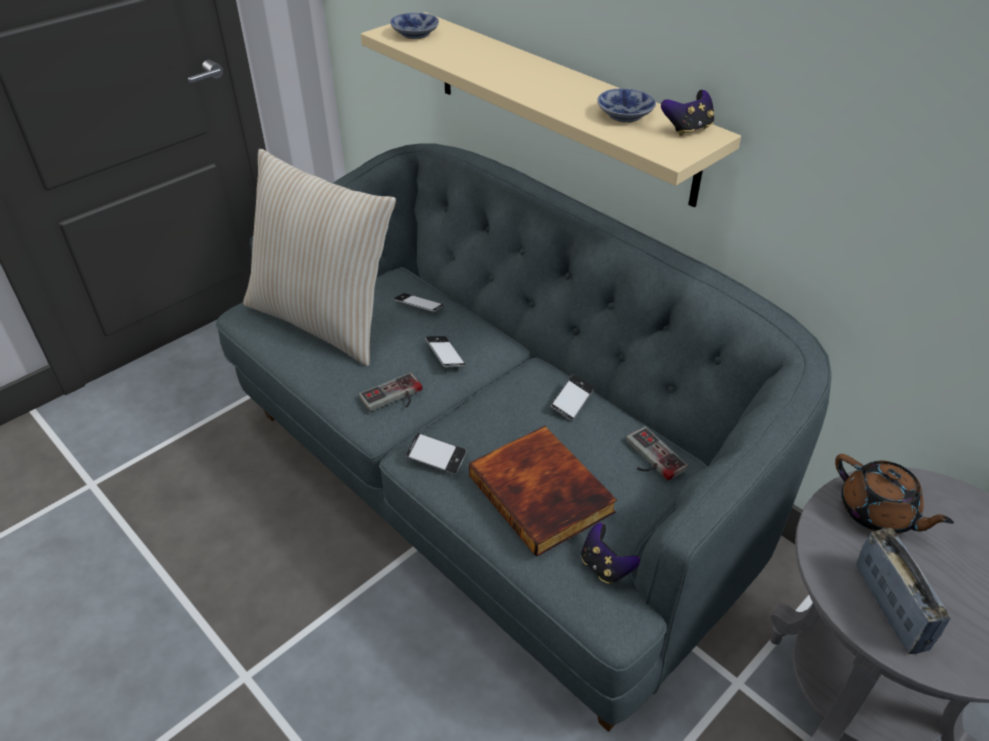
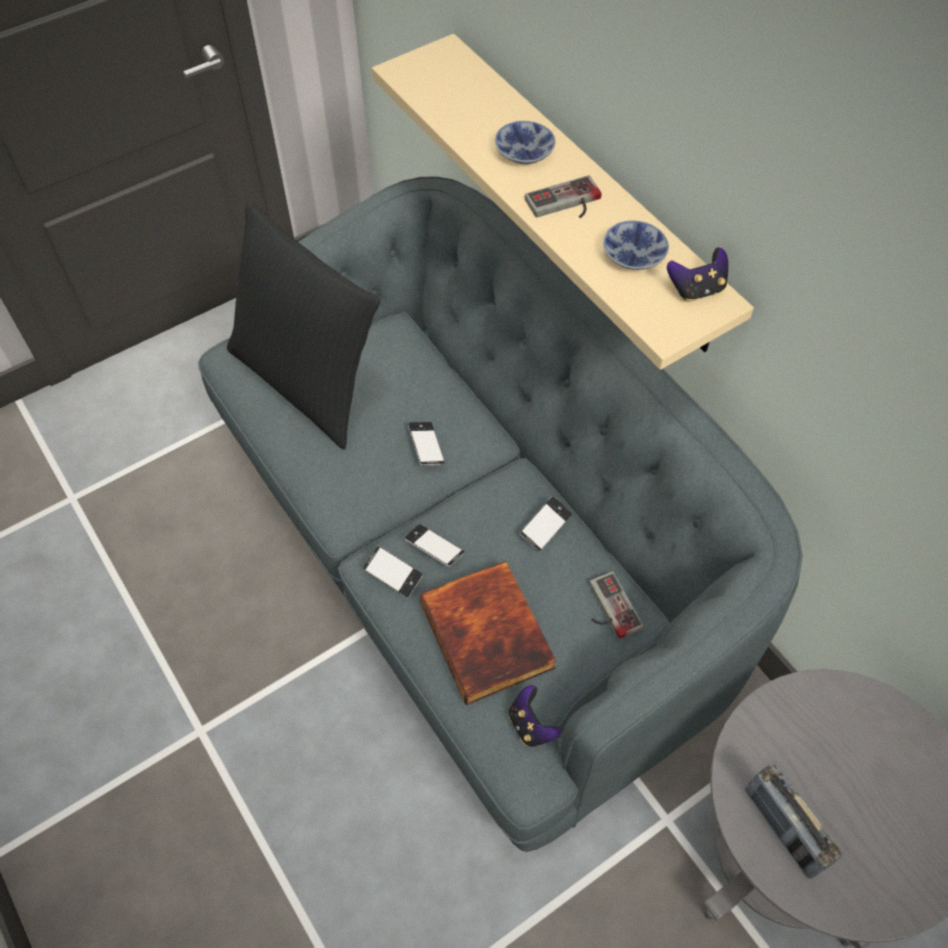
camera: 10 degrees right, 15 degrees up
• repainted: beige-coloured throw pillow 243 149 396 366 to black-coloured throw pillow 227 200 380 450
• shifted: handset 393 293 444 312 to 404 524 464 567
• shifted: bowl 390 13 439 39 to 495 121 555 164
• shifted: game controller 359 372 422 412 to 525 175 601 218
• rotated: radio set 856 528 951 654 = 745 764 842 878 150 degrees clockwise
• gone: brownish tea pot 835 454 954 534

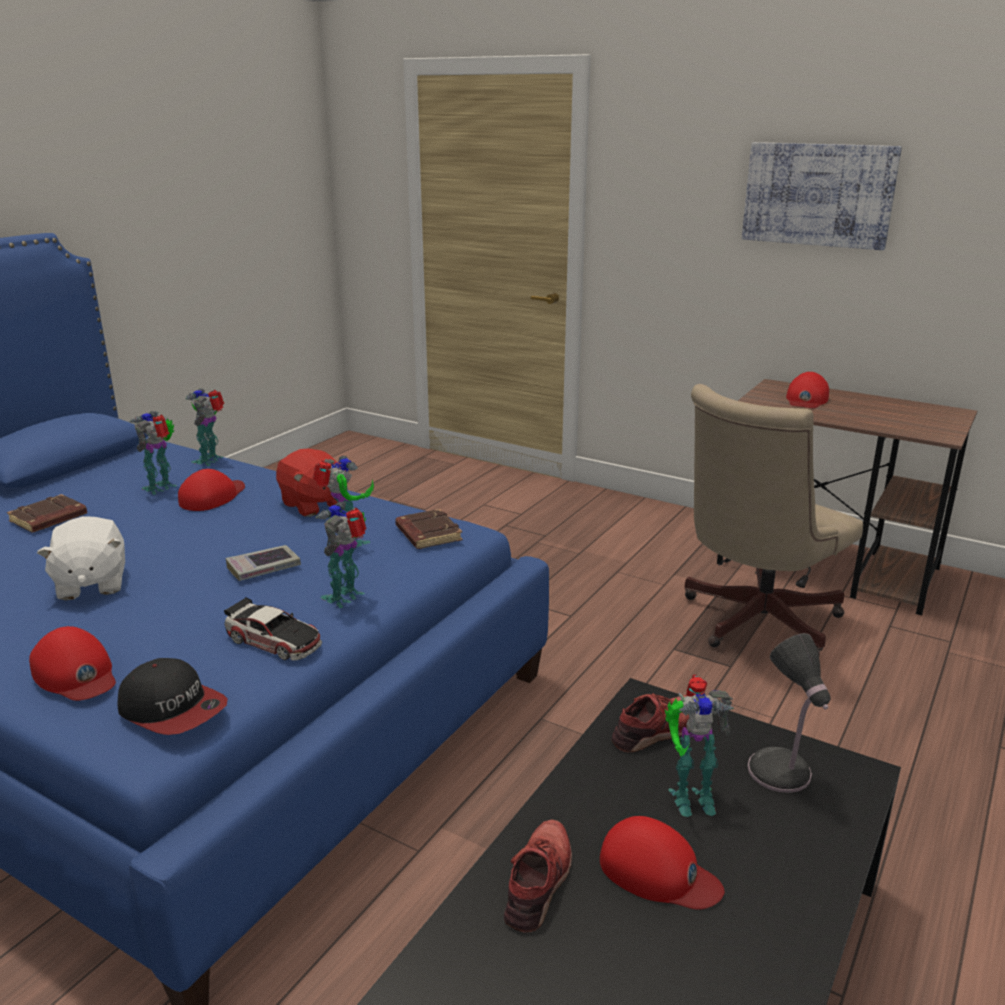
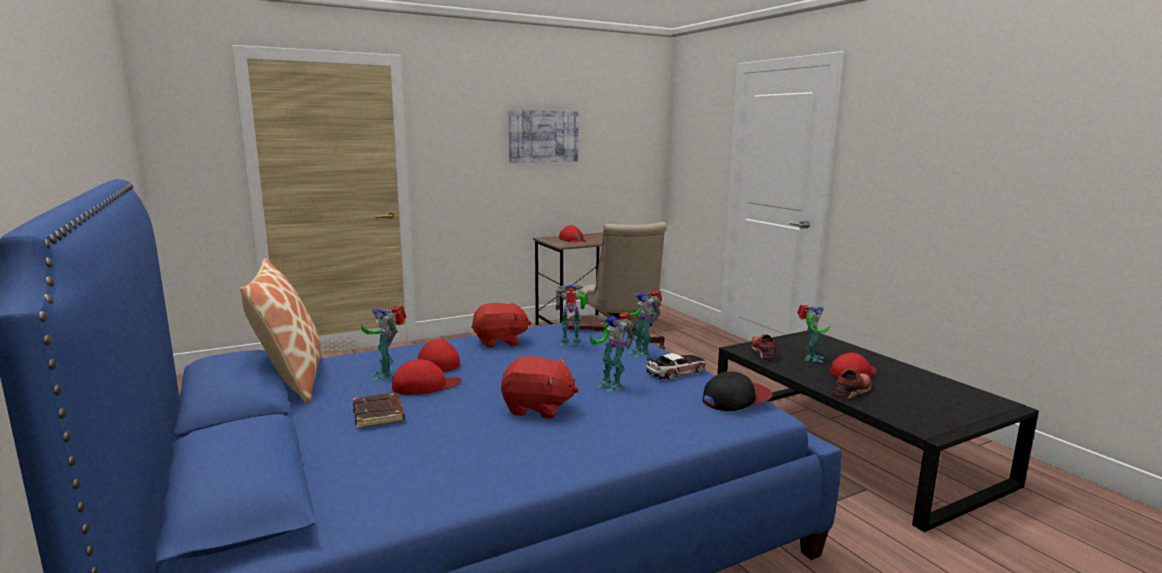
camera: 60 degrees left, 10 degrees down
• new: throw pillow 240 258 321 403
• shifted: red-coloured baseball cap 29 626 116 701 to 392 359 461 395
• repainted: whitish soft toy 37 516 125 600 to red-coloured soft toy 501 356 578 418
• shifted: robot figure 185 388 224 466 to 590 312 635 392
• rotated: red-coloured item of footwear 504 819 572 933 = 833 369 871 400 90 degrees clockwise
• gone: bound book 225 545 301 581
• gone: table lamp 747 633 831 793

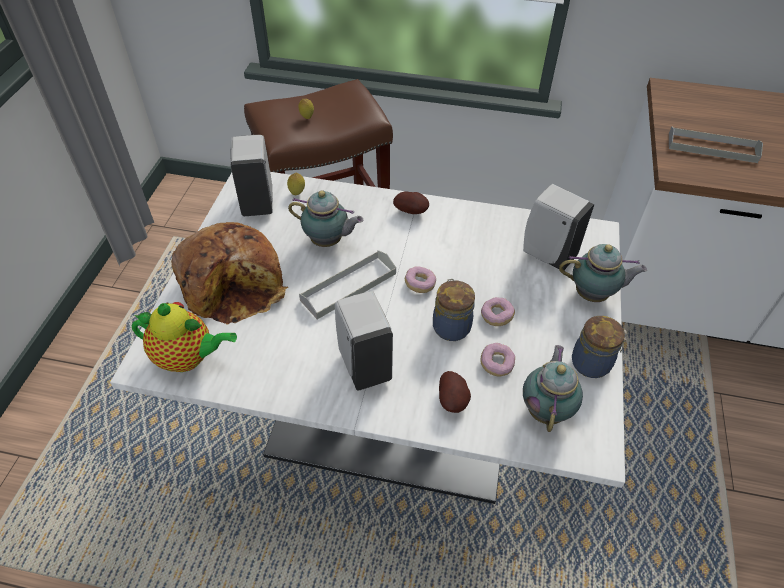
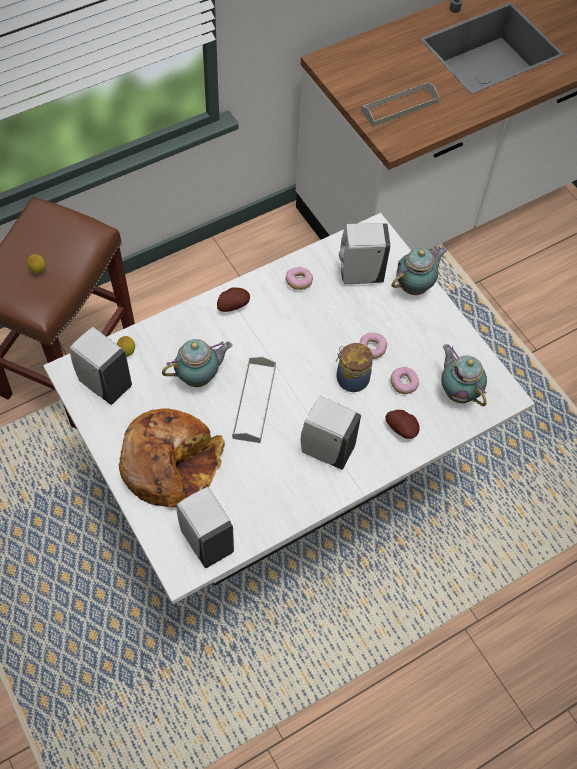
camera: 45 degrees left, 10 degrees up
• swapped: tea pot 132 302 237 372 to whitish soap dispenser 177 487 234 568
• shifted: donut 405 266 436 293 to 286 267 313 290
• gone: preserve jar 572 316 629 378

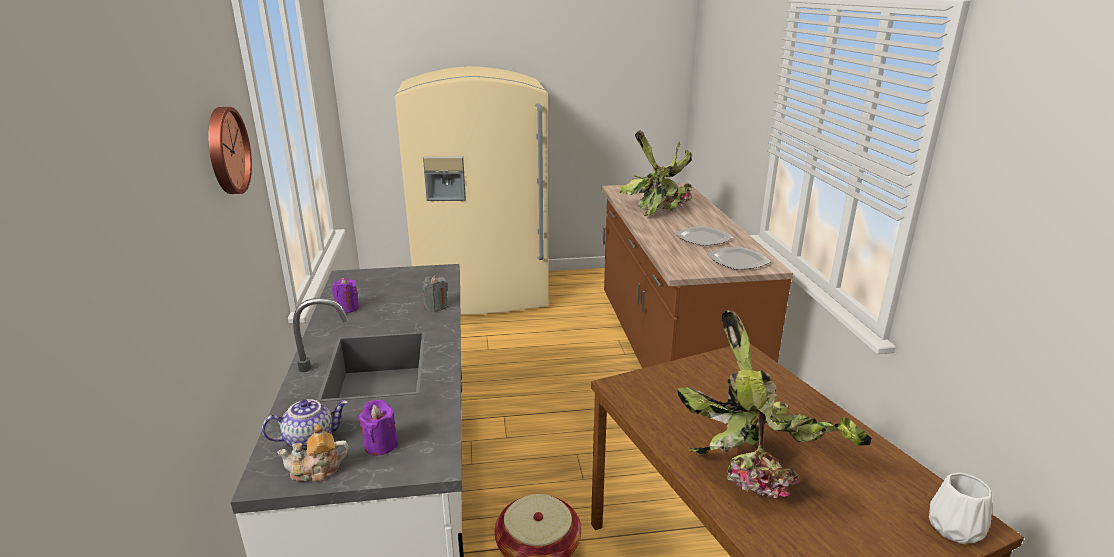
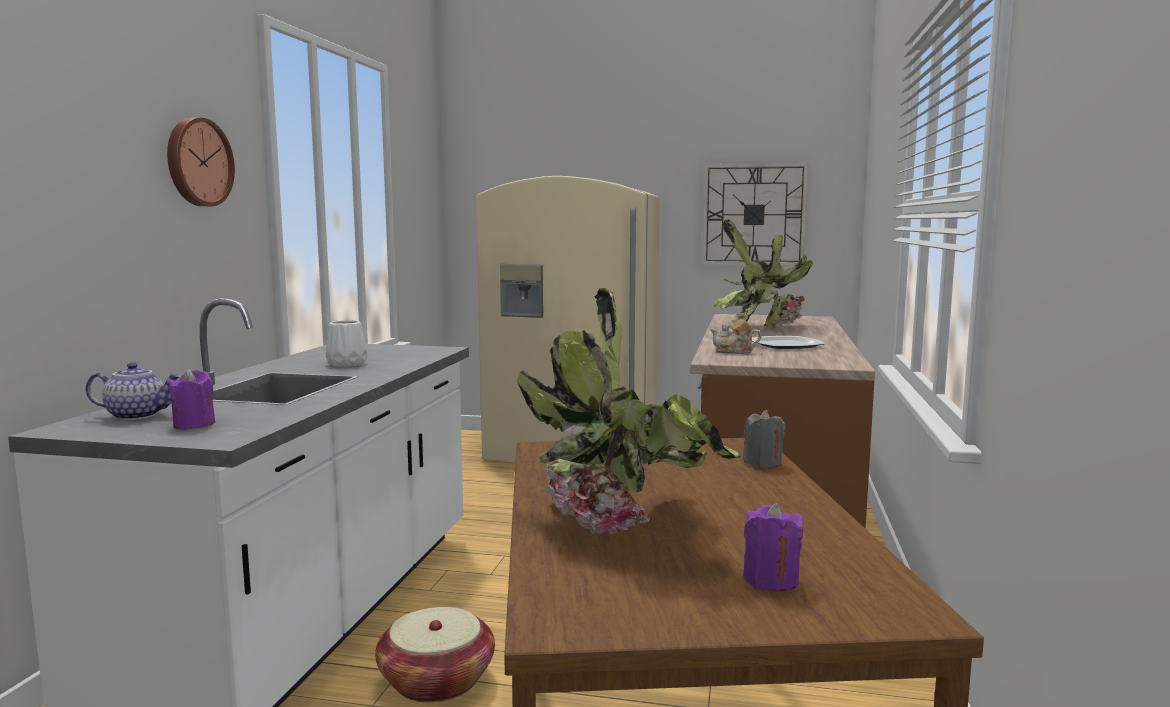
camera: 20 degrees right, 15 degrees down
• shifted: whitish flower vase 929 473 992 544 to 326 320 368 367
• new: wall clock 702 163 808 266
• shifted: tea pot 277 424 349 482 to 710 312 762 354
• shifted: greyish wax light 423 275 448 311 to 743 410 785 468
• shifted: purplish wax light 332 278 359 313 to 743 503 804 592
• gone: flat dish 708 247 771 270

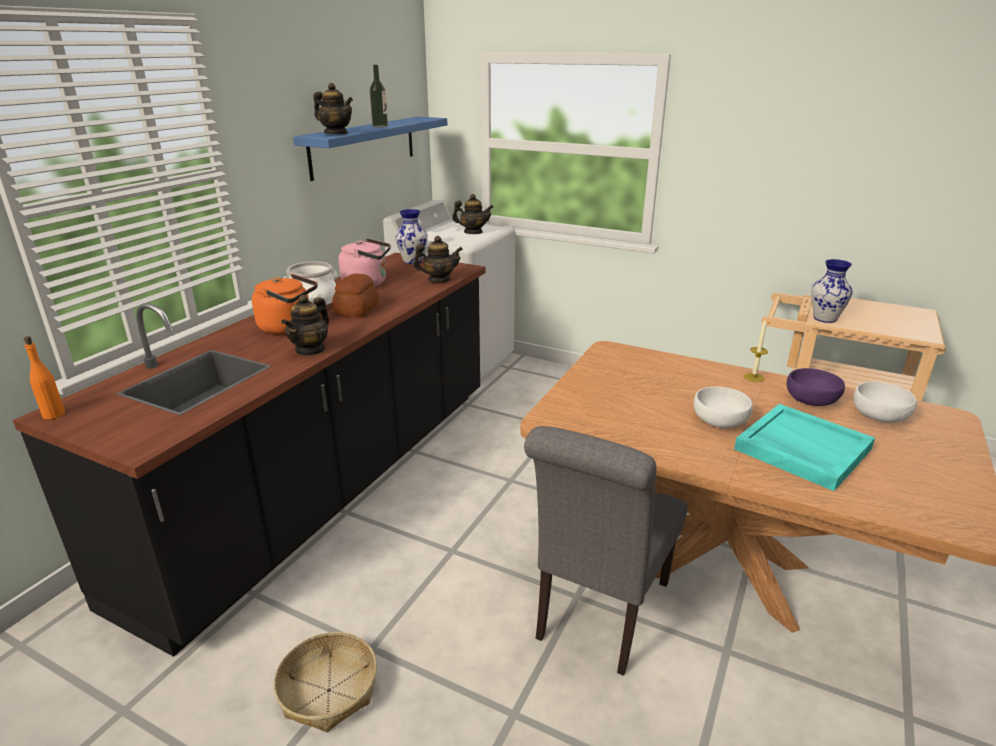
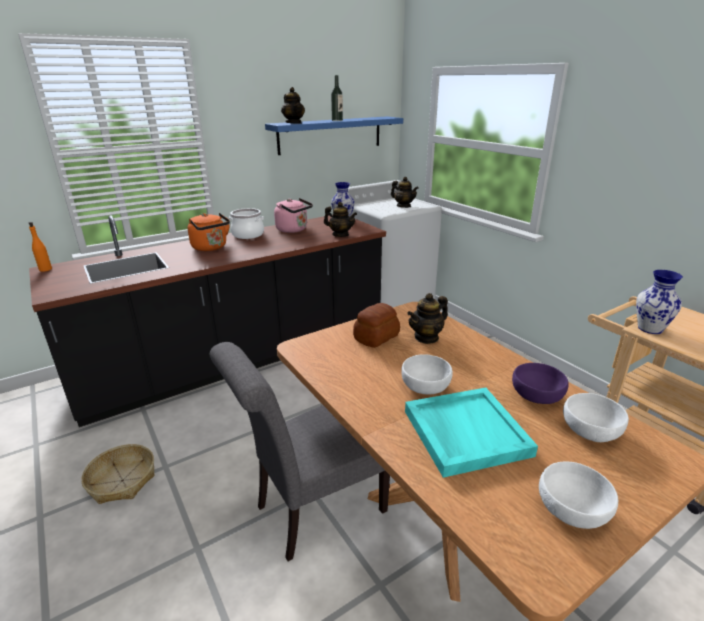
camera: 30 degrees right, 0 degrees up
• shifted: bread 332 273 379 317 to 353 303 400 348
• shifted: tea pot 281 295 329 356 to 407 293 448 344
• new: whitish bowl 539 461 618 529
• gone: wax light 744 320 768 382

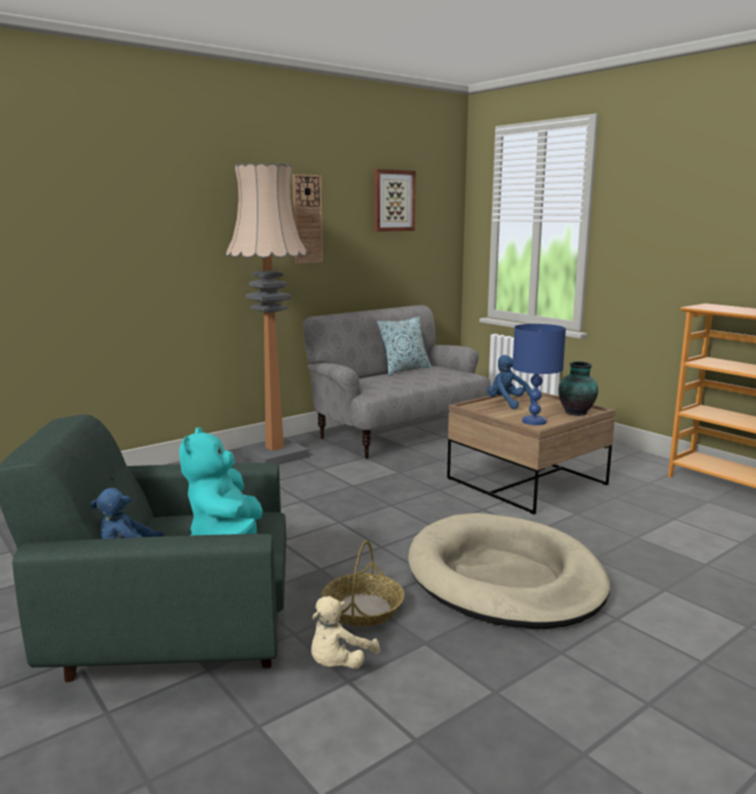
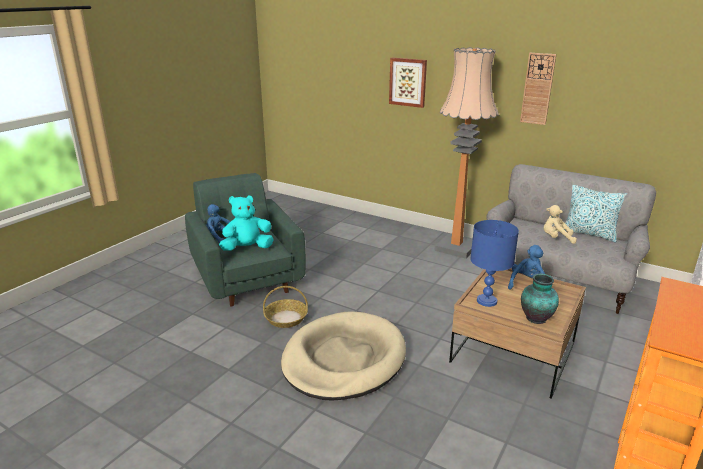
camera: 70 degrees right, 10 degrees up
• shifted: picture 374 169 416 232 to 389 58 427 108
• shifted: beige-coloured soft toy 311 596 380 669 to 544 205 577 244

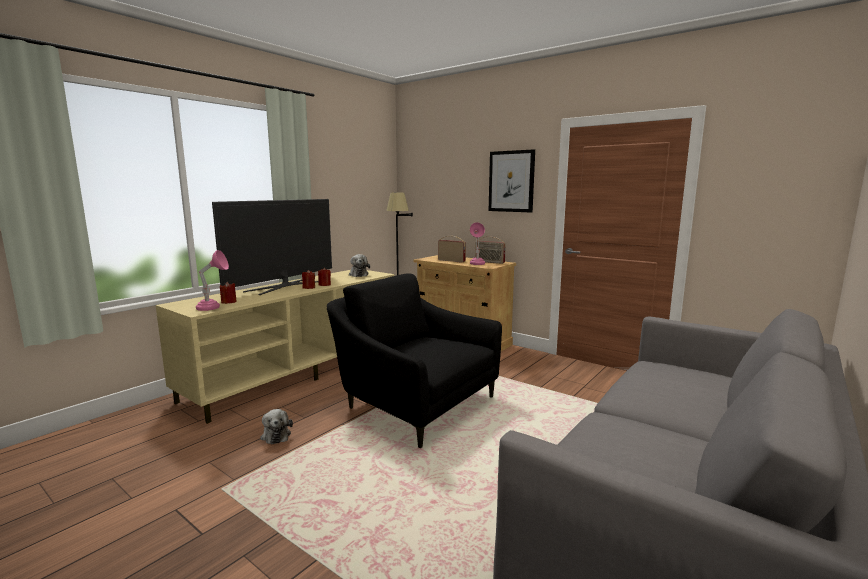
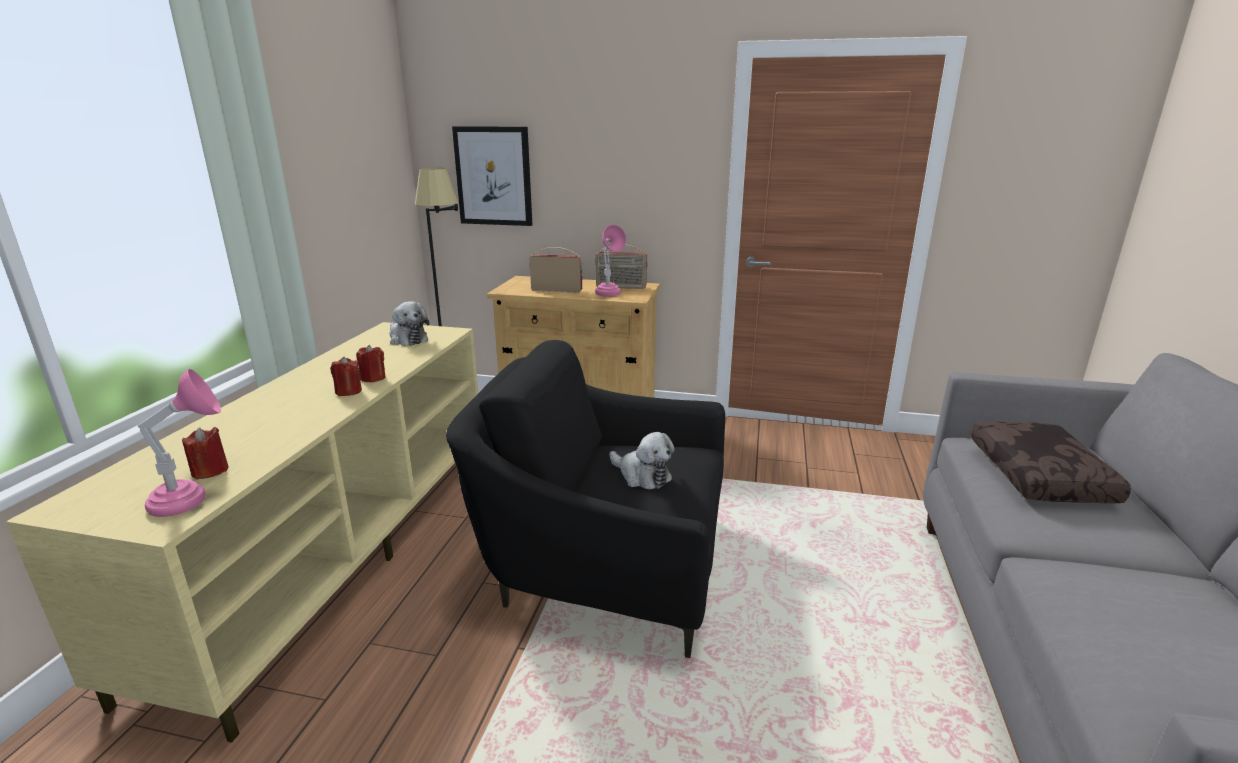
camera: 25 degrees left, 10 degrees up
• shifted: picture 489 149 535 212 to 452 126 532 226
• shifted: soft toy 260 409 293 444 to 609 432 674 489
• new: brownish throw pillow 971 422 1131 503
• gone: TV 212 199 332 295

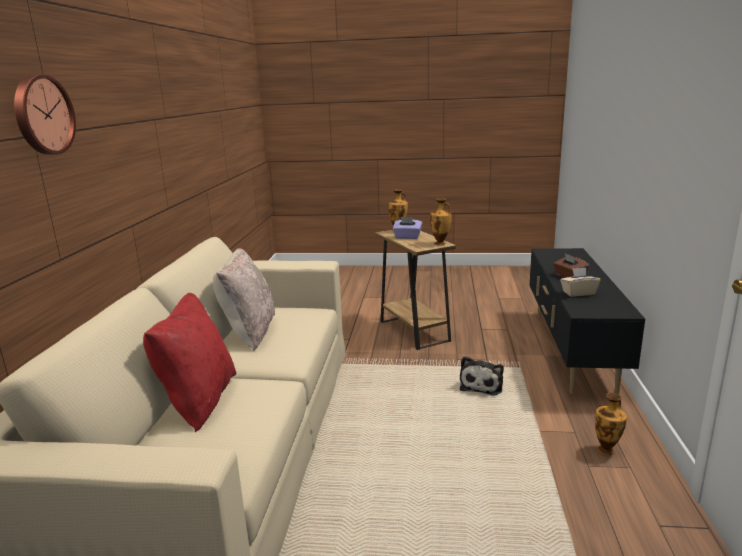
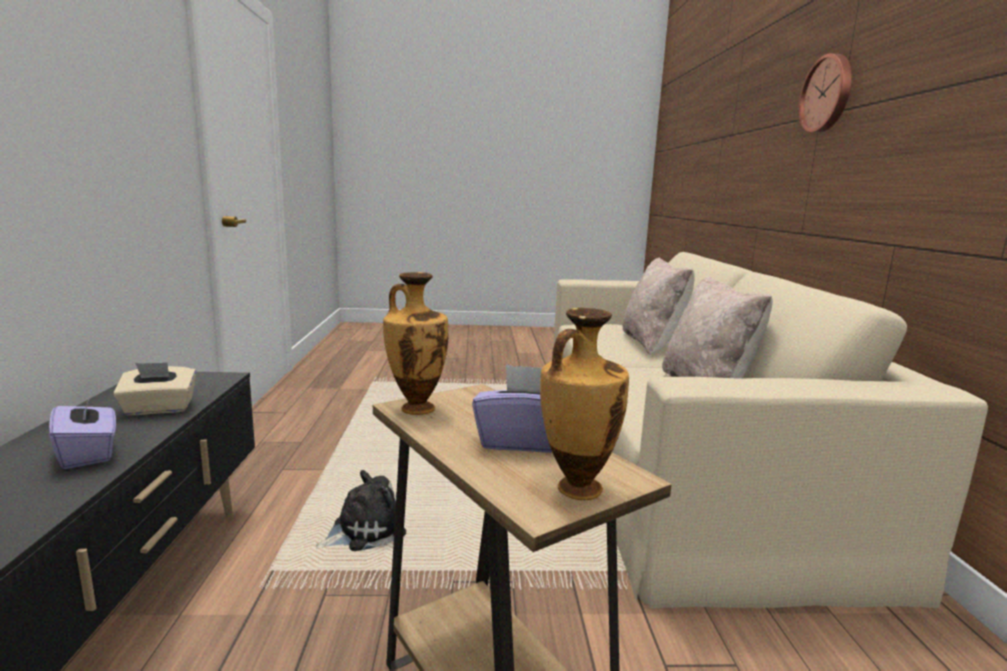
camera: 170 degrees right, 5 degrees down
• repainted: brownish tissue holder 553 253 589 278 to purplish tissue holder 49 391 116 469
• rotated: soft toy 460 356 504 396 = 316 470 406 551 45 degrees clockwise
• repainted: red-coloured throw pillow 143 293 236 432 to beige-coloured throw pillow 623 258 695 355
• gone: flower vase 595 392 627 455

